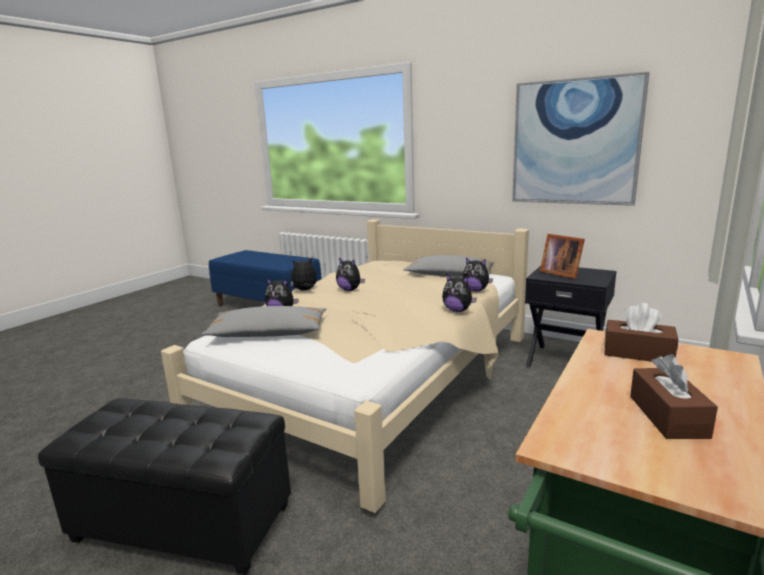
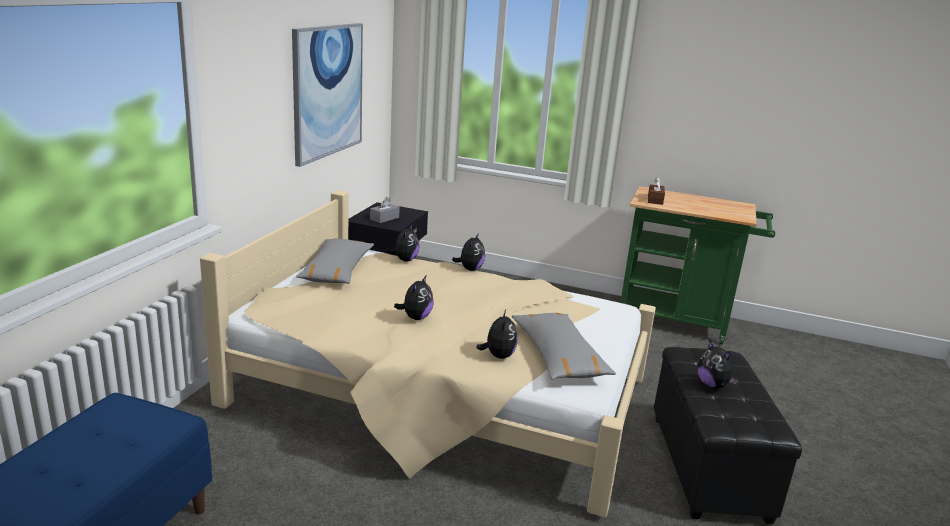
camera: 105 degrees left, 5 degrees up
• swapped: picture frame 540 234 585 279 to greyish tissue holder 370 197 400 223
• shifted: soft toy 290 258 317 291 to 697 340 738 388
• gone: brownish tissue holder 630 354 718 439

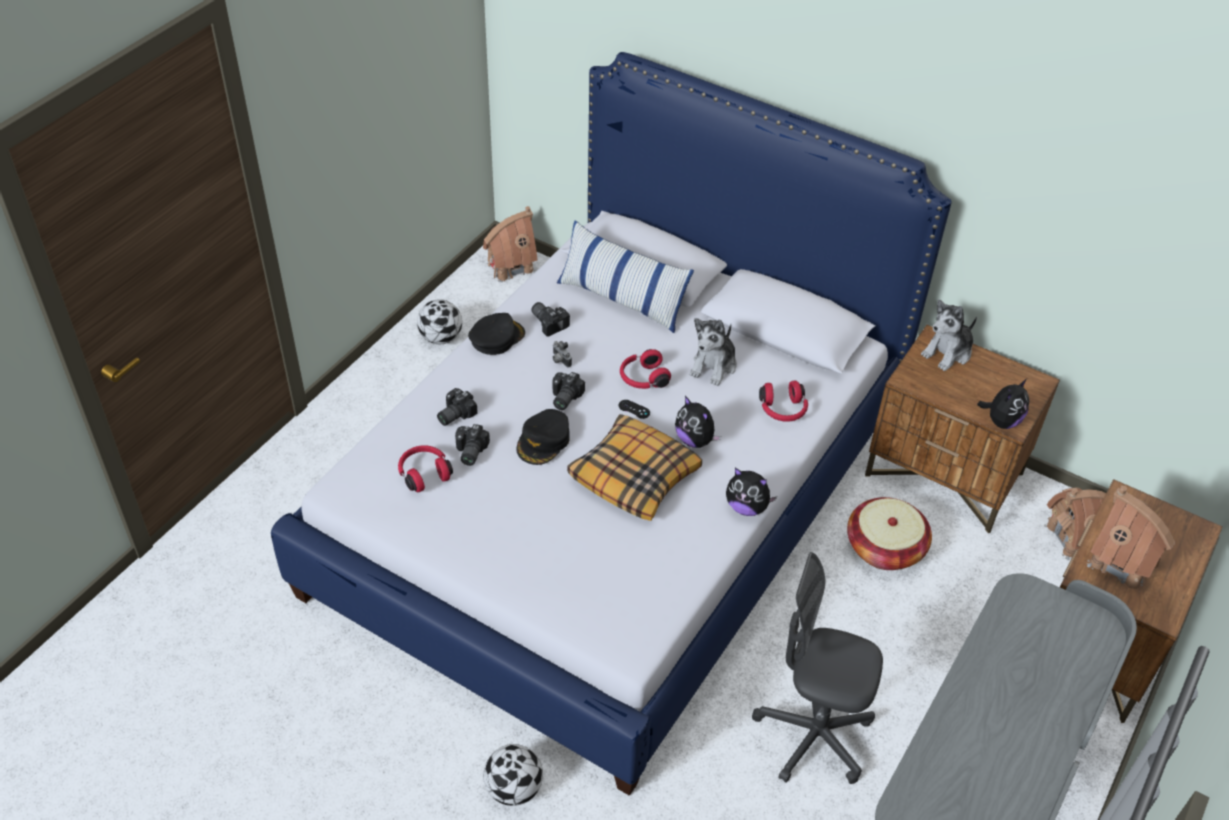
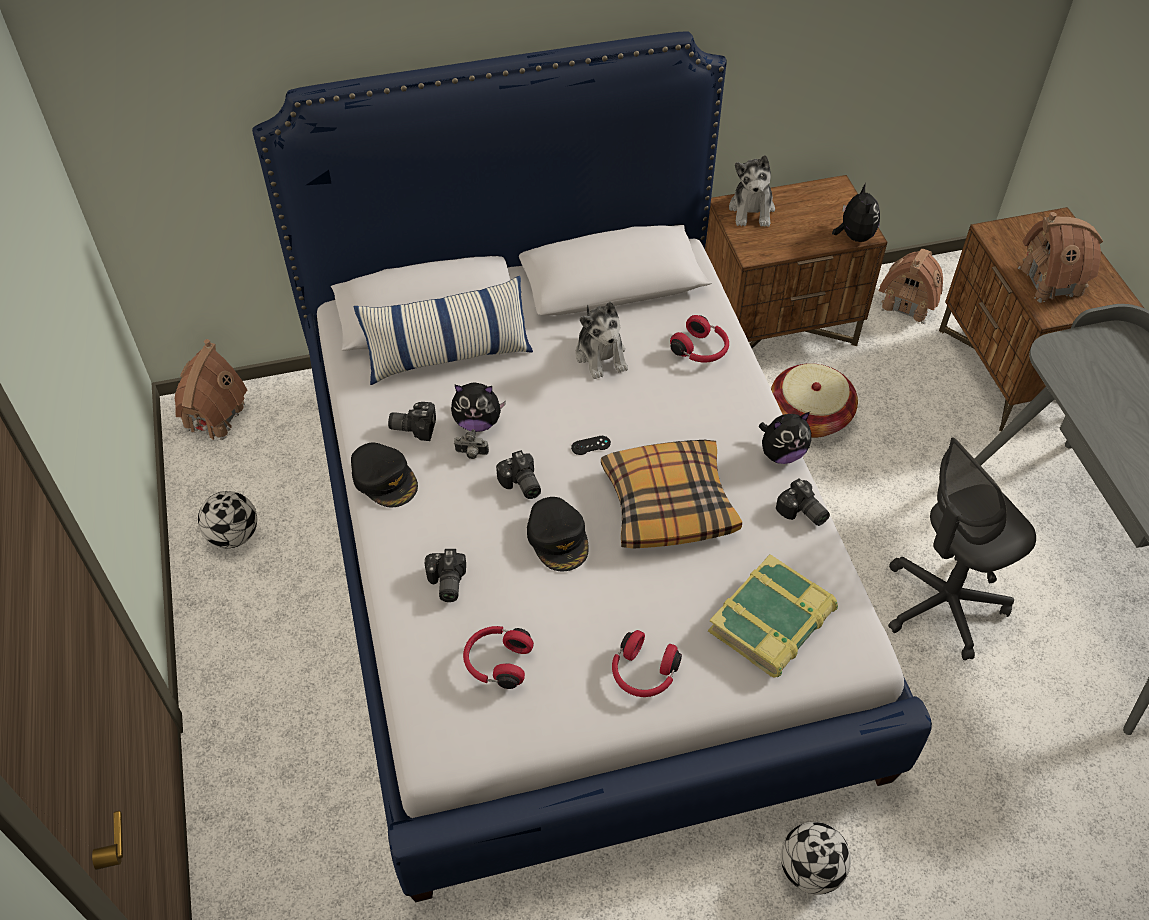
camera: 45 degrees left, 5 degrees up
• rotated: black-coloured baseball cap 468 313 525 355 = 351 442 418 508 135 degrees clockwise
• shifted: soft toy 675 396 721 448 to 451 382 506 432
• shifted: red-coloured pair of headphones 620 349 671 389 to 612 630 682 697
• new: bound book 708 554 838 678
• shifted: photo camera 455 424 490 466 to 776 479 830 526

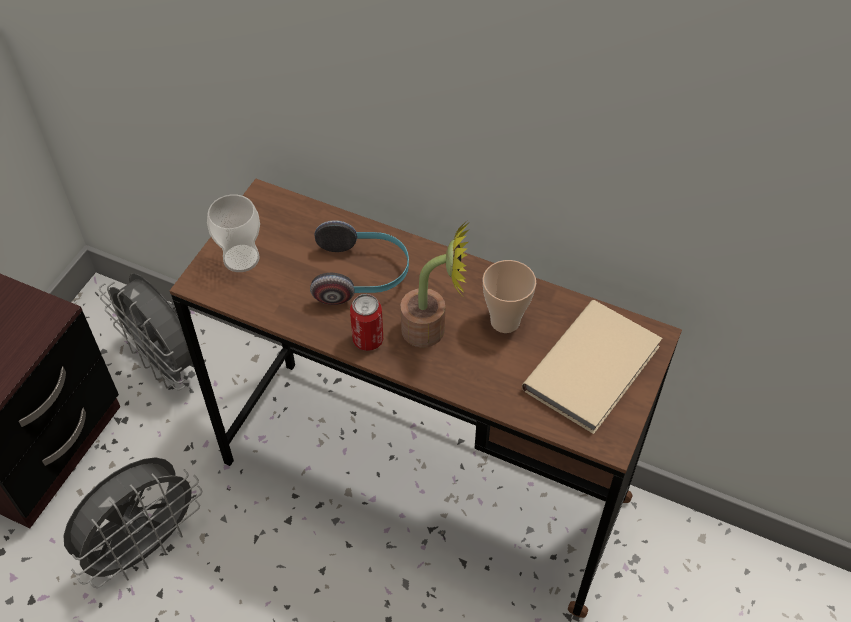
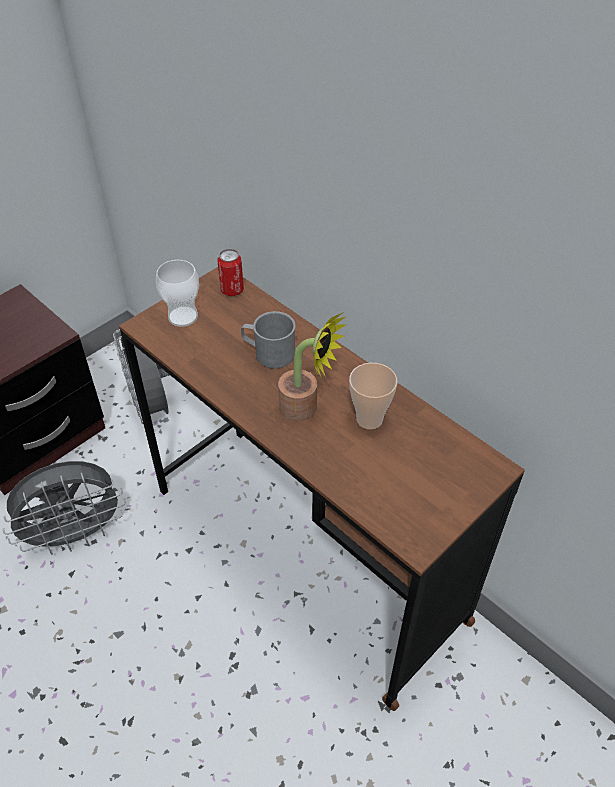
camera: 20 degrees right, 5 degrees down
• shifted: sealed can 350 294 383 351 to 217 249 244 296
• swapped: pair of headphones 310 220 409 305 to greyish mug 241 311 295 369
• gone: beige-coloured bound book 522 300 663 434

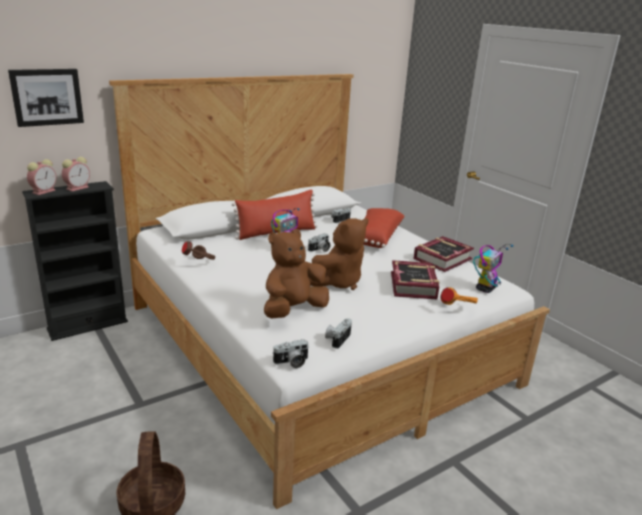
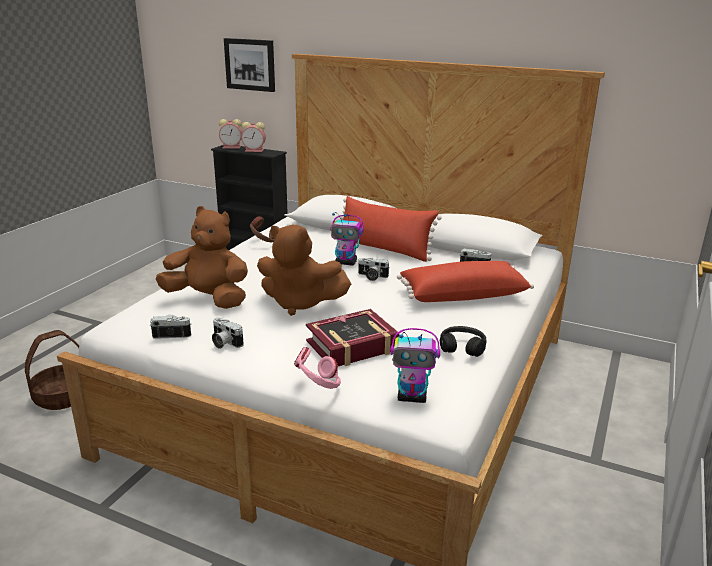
camera: 60 degrees right, 0 degrees up
• shifted: photo camera 272 339 309 368 to 212 318 244 349
• repainted: orange-coloured pair of headphones 441 287 478 305 to pink-coloured pair of headphones 294 347 341 389
• swapped: bound book 413 236 474 272 to black-coloured pair of headphones 440 326 486 357

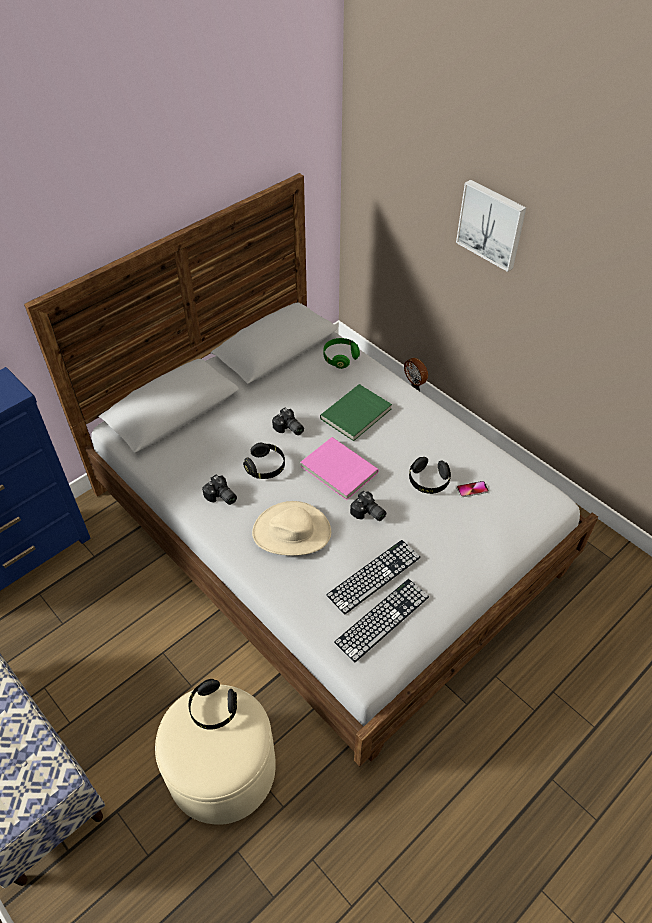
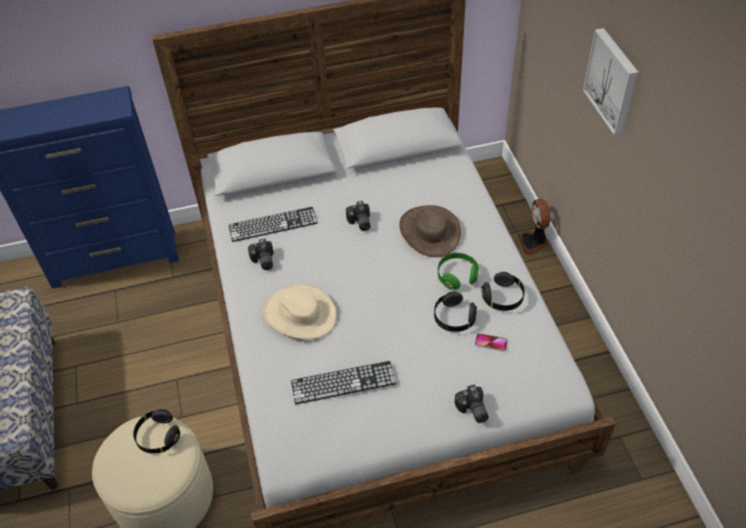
camera: 30 degrees right, 0 degrees up
• shifted: PC keyboard 334 579 429 663 to 229 207 318 242
• swapped: green bound book 320 384 392 441 to brownish clothing hat 399 205 461 257
• shifted: green pair of headphones 324 338 360 369 to 438 253 479 290
• shifted: photo camera 350 491 387 521 to 455 384 489 423
• shifted: black-coloured pair of headphones 243 443 285 479 to 481 272 525 311
• gone: pink-coloured bound book 301 437 379 500

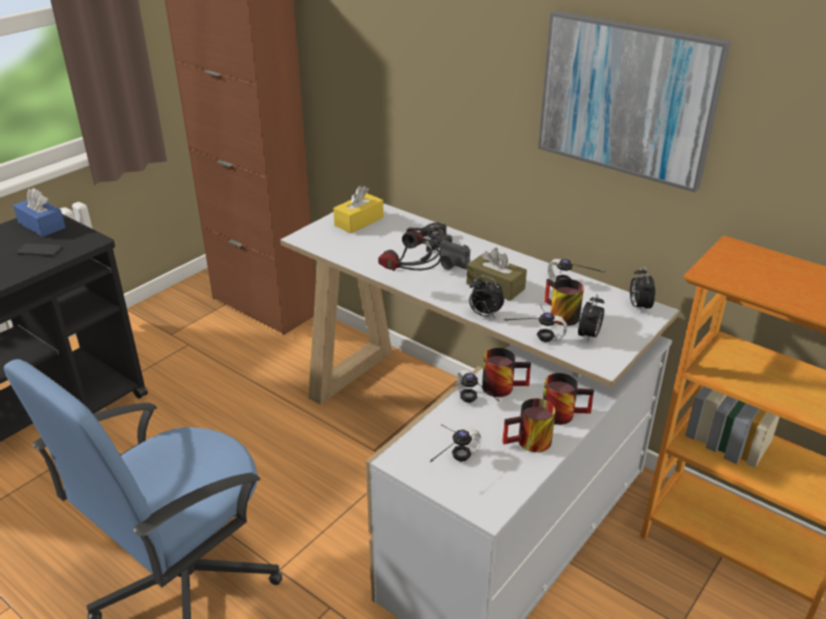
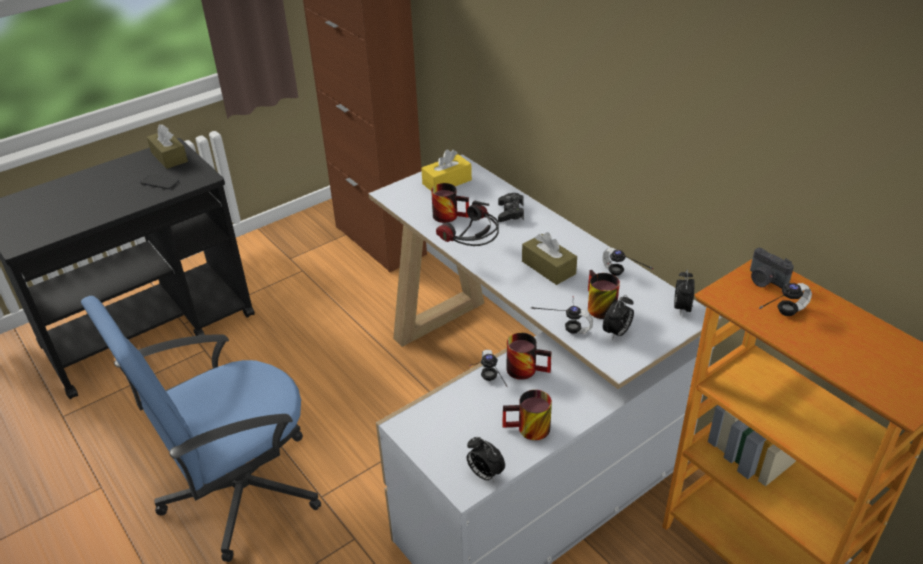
camera: 15 degrees right, 5 degrees up
• repainted: blue-coloured tissue holder 13 188 66 237 to brownish tissue holder 147 124 188 169
• shifted: mug 543 373 594 425 to 431 183 469 223
• shifted: table clock 469 275 504 318 to 467 437 505 482
• shifted: photo camera 440 240 470 270 to 750 248 794 288
• shifted: pair of headphones 430 424 481 462 to 759 276 812 316
• gone: picture 538 10 731 192

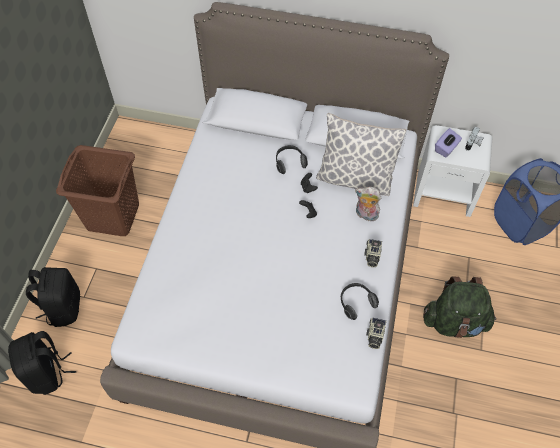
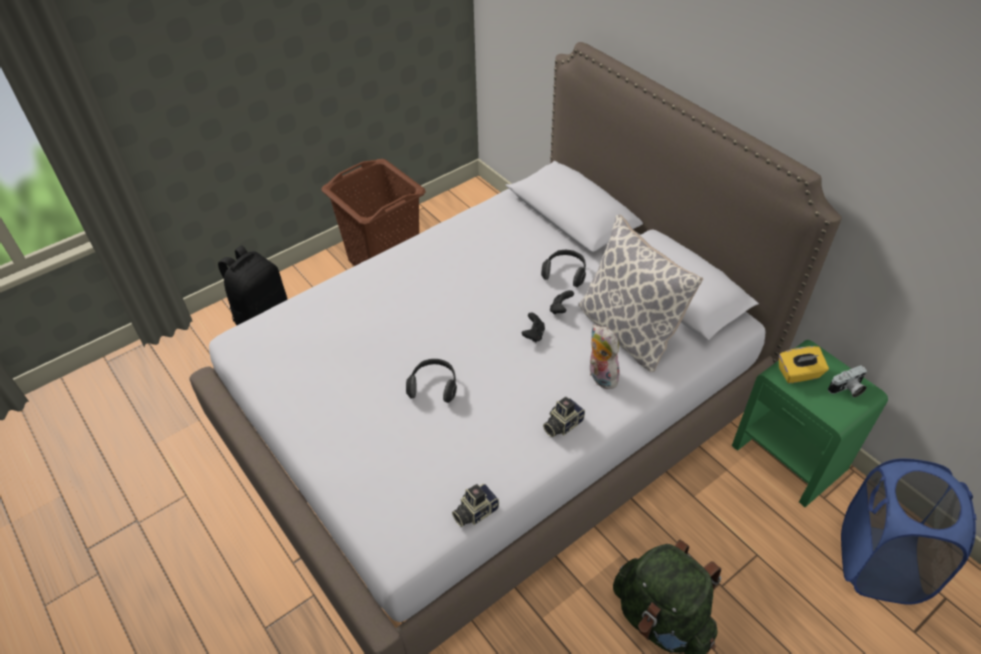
camera: 40 degrees right, 10 degrees down
• shifted: pair of headphones 340 283 379 320 to 406 359 457 403
• repainted: whitish night table 413 125 492 217 to green night table 732 340 888 507
• repainted: purplish tissue holder 435 128 462 157 to yellow tissue holder 779 346 829 383
• gone: black-coloured rucksack 8 331 76 395

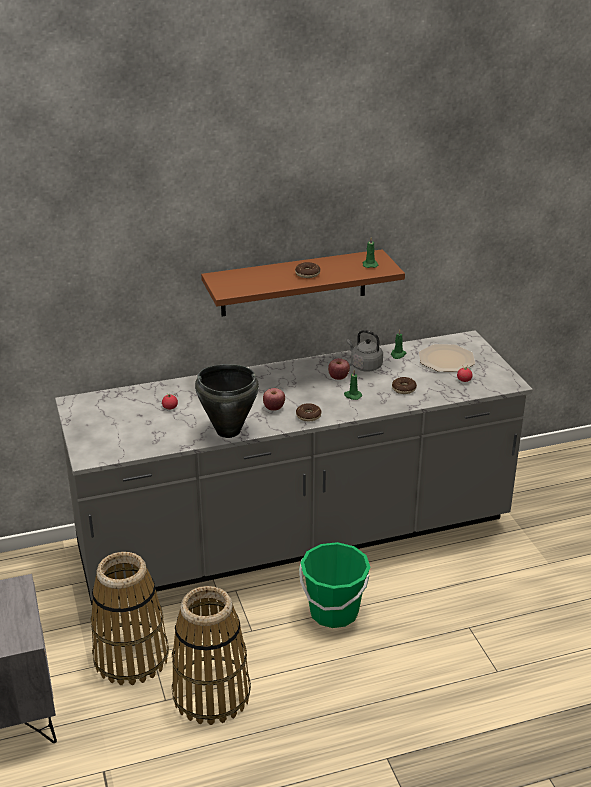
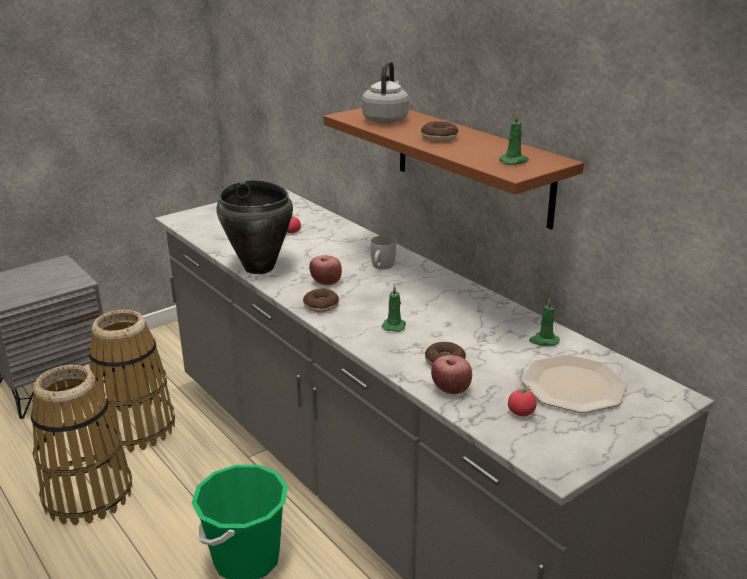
camera: 70 degrees right, 5 degrees down
• shifted: greyish water kettle 347 330 383 372 to 362 61 409 124
• new: whitish mug 370 236 396 270
• shifted: whole apple 328 358 350 380 to 431 355 472 394

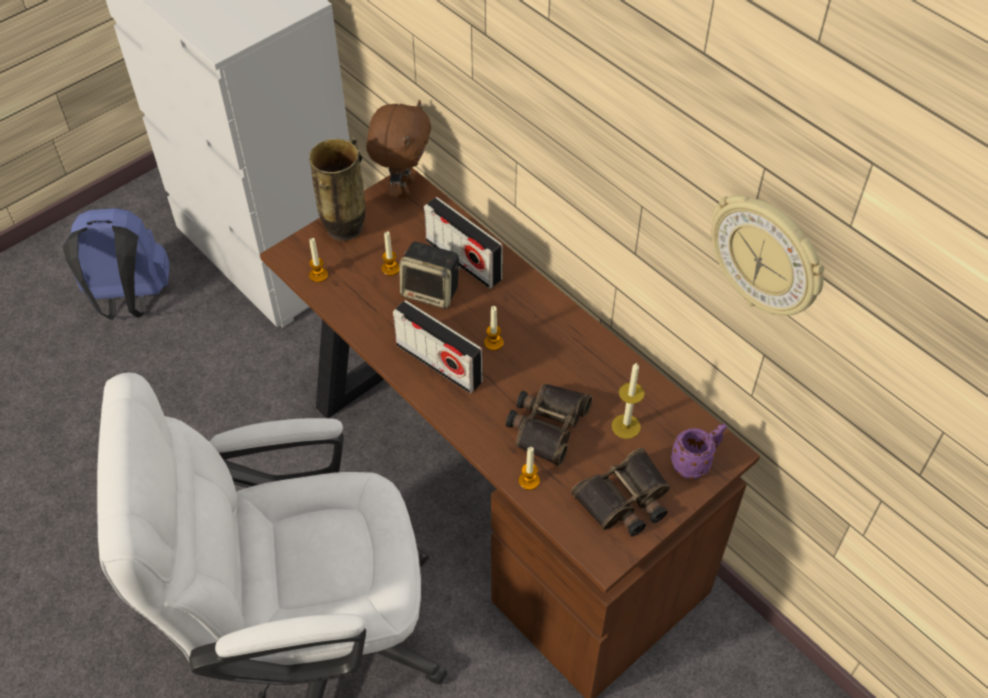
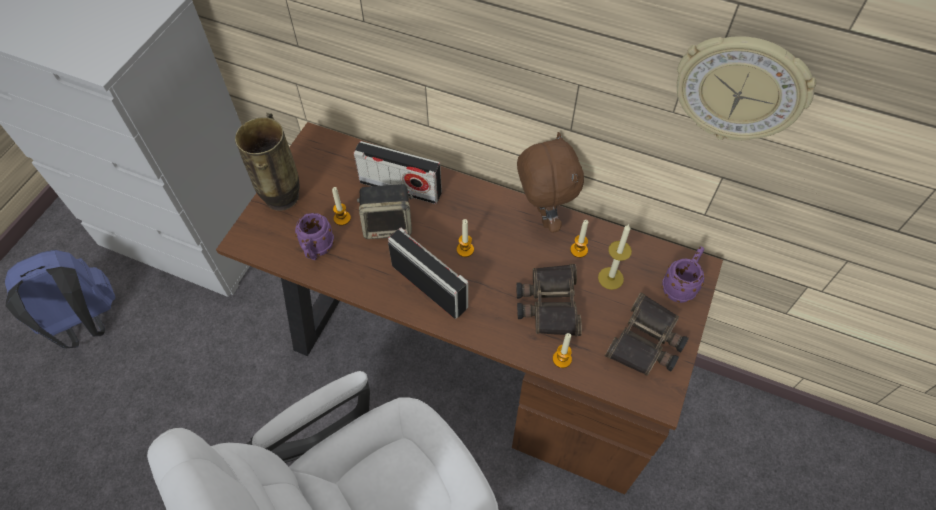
camera: 25 degrees left, 5 degrees up
• new: purplish mug 295 213 334 260
• rotated: radio set 393 300 483 393 = 388 228 468 319 150 degrees counterclockwise
• shifted: brownish soft toy 366 100 431 199 to 517 132 584 233
• shifted: wax light 309 238 328 282 to 570 220 588 258

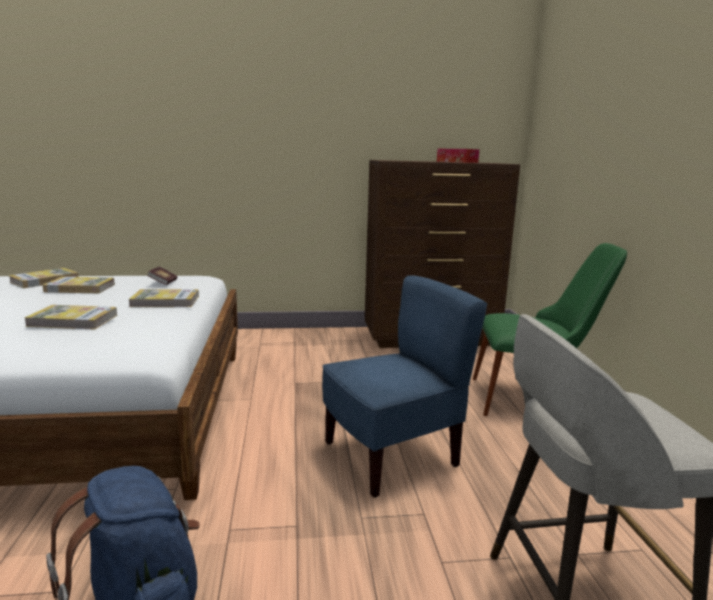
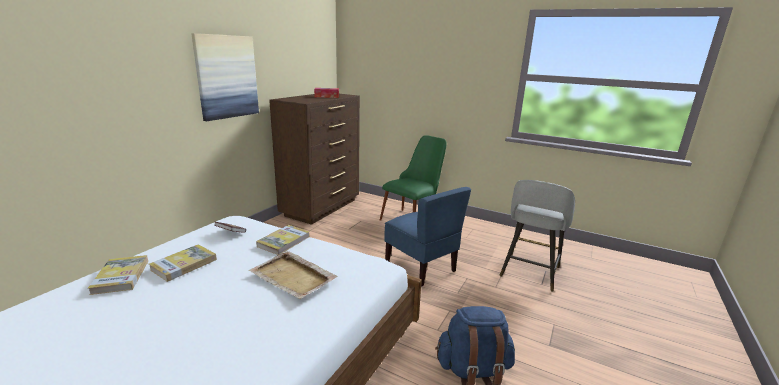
camera: 55 degrees left, 5 degrees up
• new: picture 191 33 259 121
• swapped: bound book 24 305 117 329 to beige-coloured carrying tray 248 251 338 299
• rotated: blue-coloured plain chair 322 275 487 498 = 384 187 471 287 135 degrees clockwise

